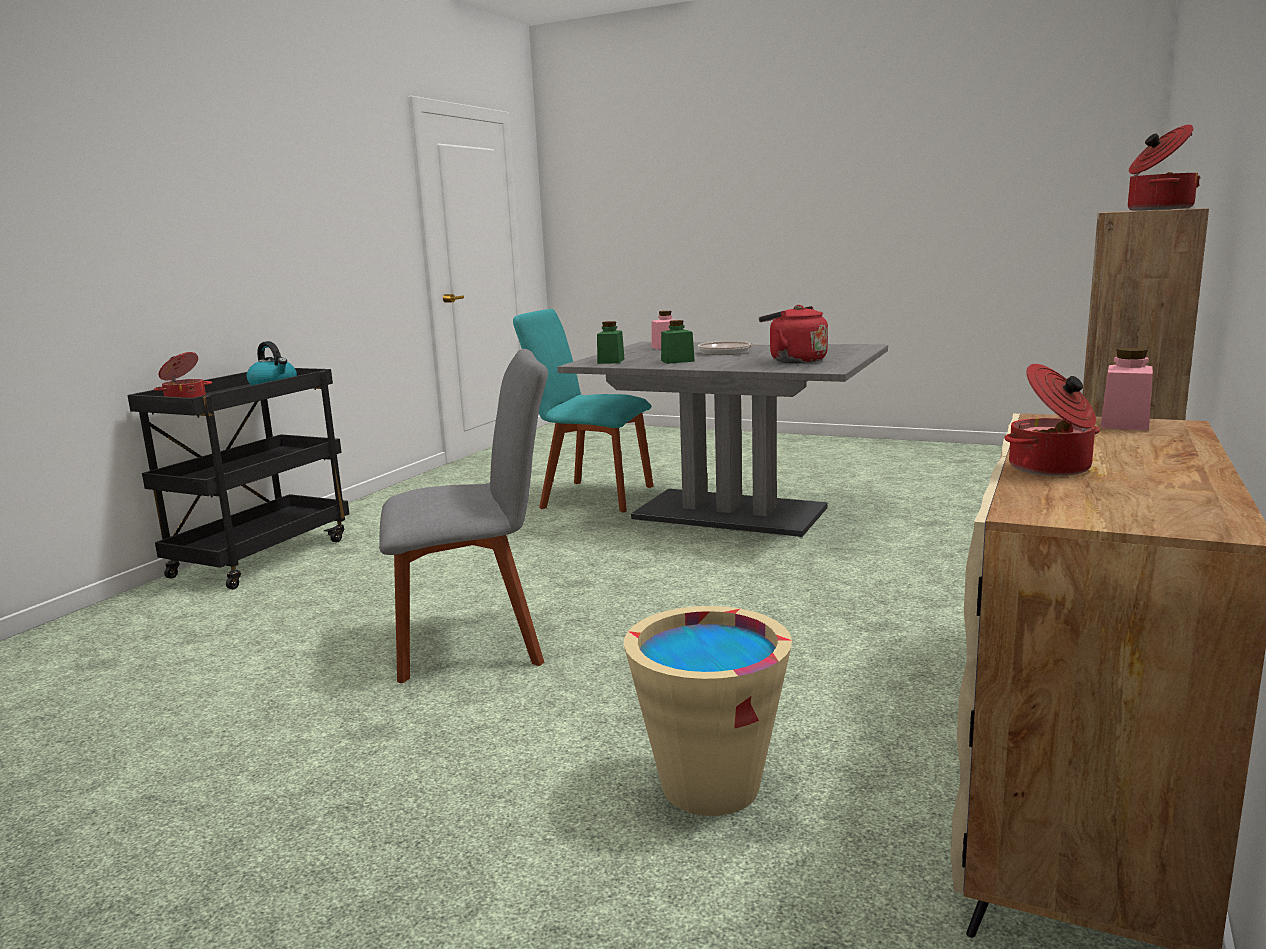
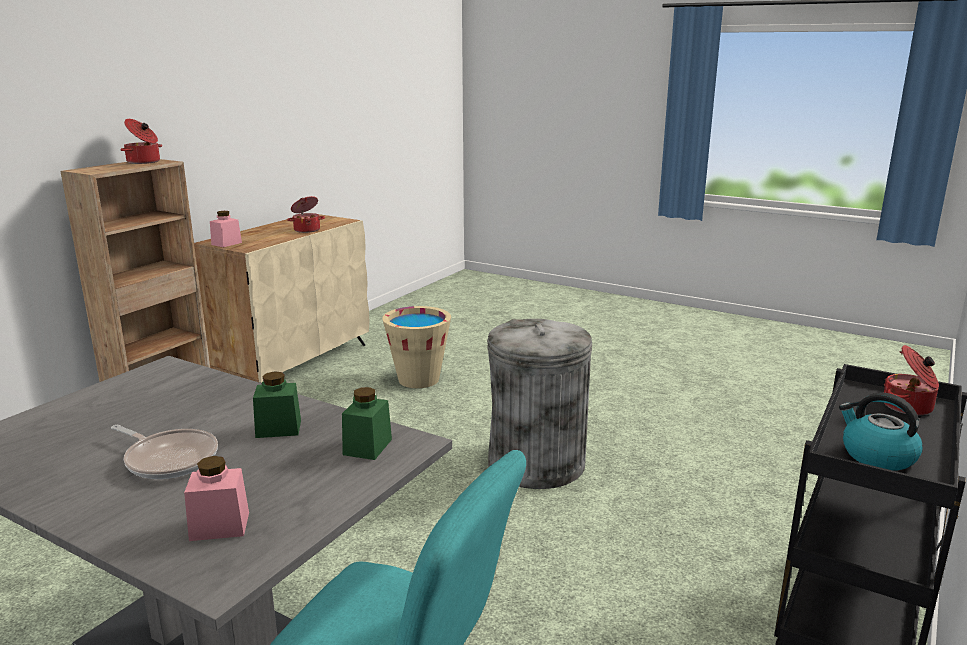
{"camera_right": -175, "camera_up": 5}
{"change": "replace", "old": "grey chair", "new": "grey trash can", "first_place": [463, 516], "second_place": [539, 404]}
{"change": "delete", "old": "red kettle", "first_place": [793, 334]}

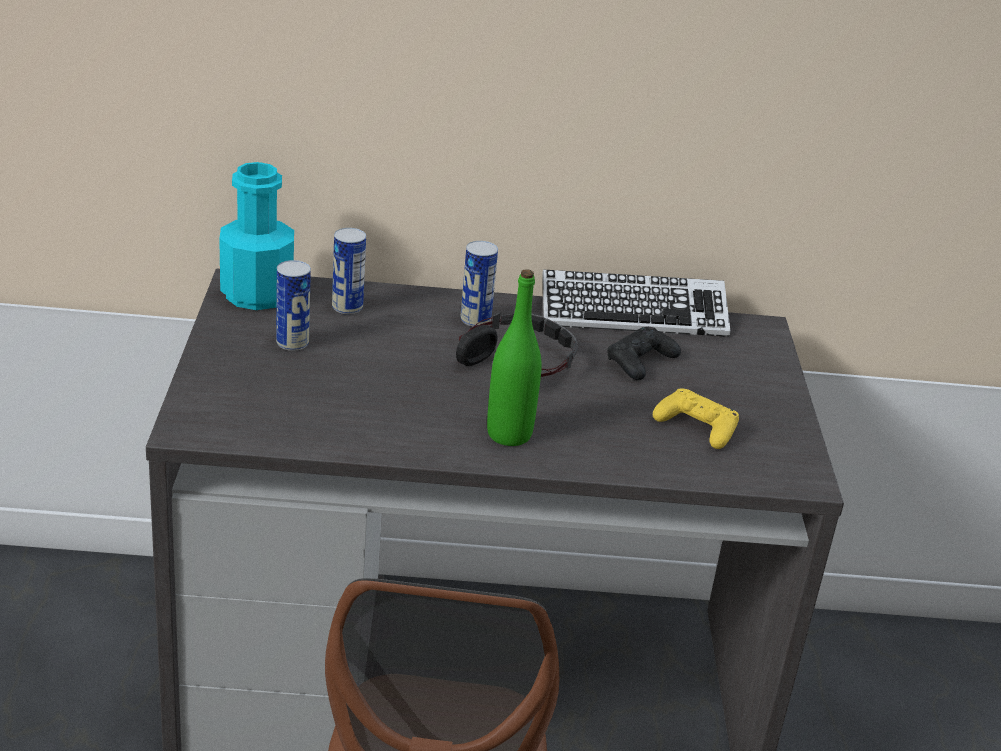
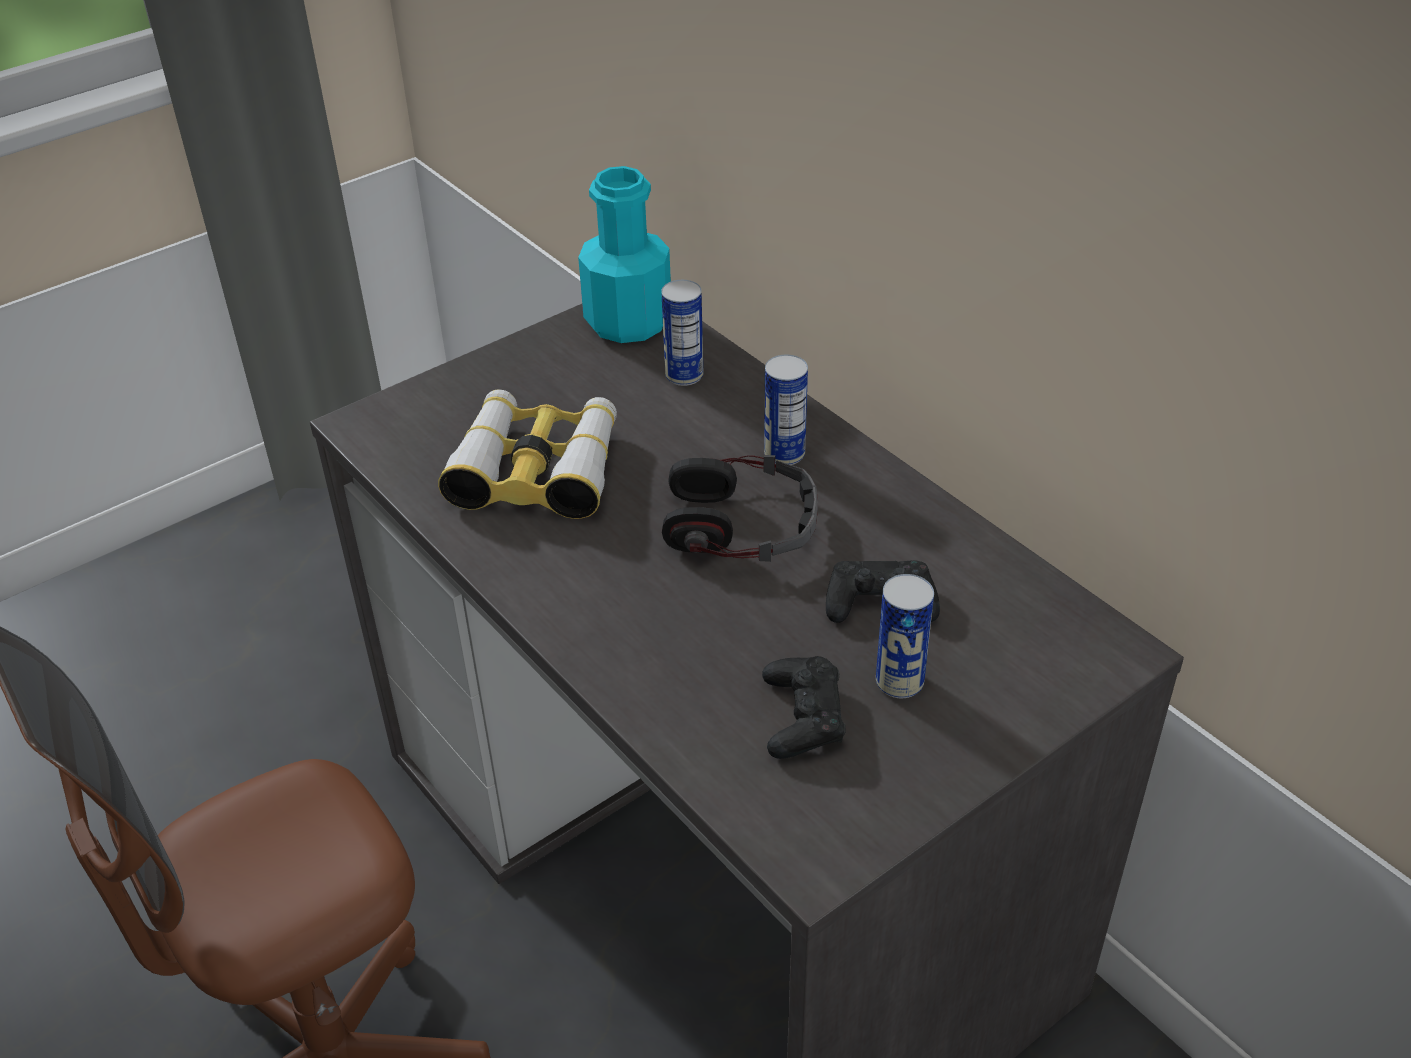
{"camera_right": 55, "camera_up": 10}
{"change": "move", "old": "can", "first_place": [293, 305], "second_place": [905, 636]}
{"change": "delete", "old": "green bottle", "first_place": [514, 358]}
{"change": "delete", "old": "keyboard", "first_place": [636, 303]}
{"change": "recolor", "old": "yellow game controller", "new": "black game controller", "first_place": [696, 418], "second_place": [804, 707]}
{"change": "insert", "new": "binoculars", "second_place": [527, 454]}

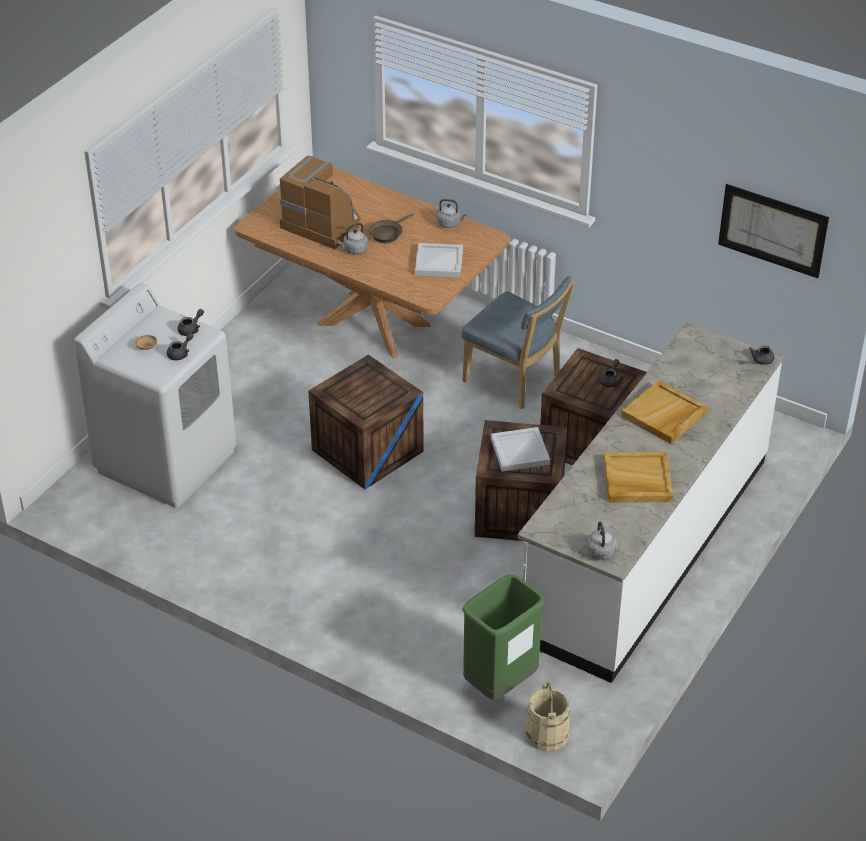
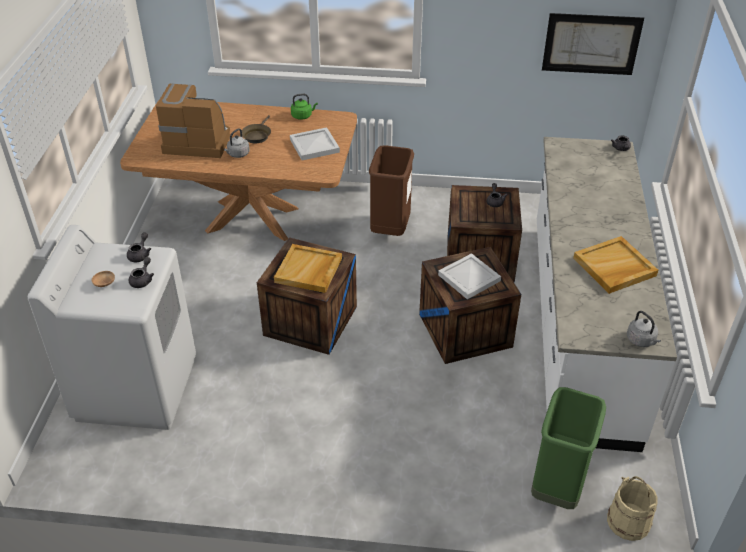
{"camera_right": -25, "camera_up": 0}
{"change": "recolor", "old": "grey kettle", "new": "green kettle", "first_place": [452, 213], "second_place": [304, 107]}
{"change": "replace", "old": "blue chair", "new": "brown trash can", "first_place": [517, 342], "second_place": [391, 190]}
{"change": "move", "old": "beige tray", "first_place": [664, 412], "second_place": [308, 268]}

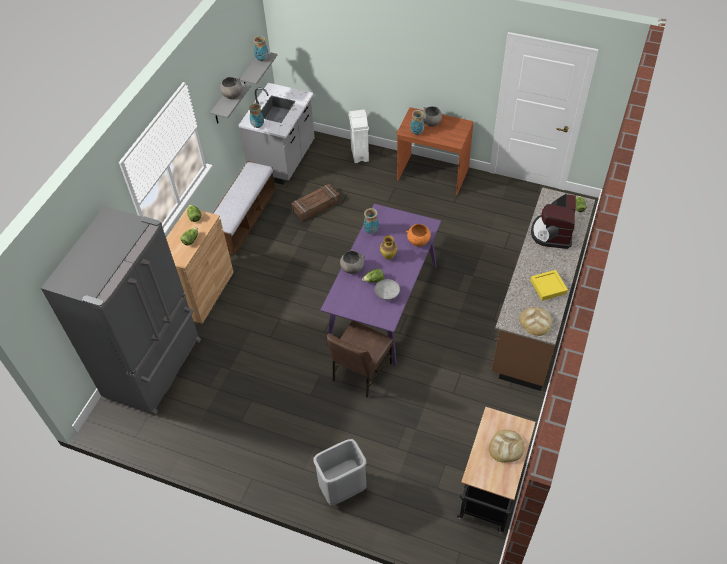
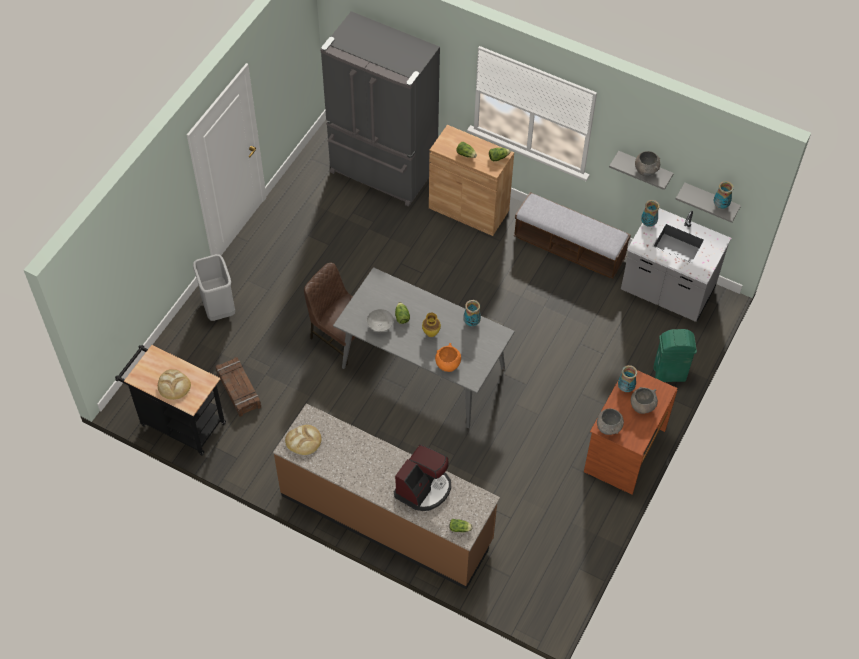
{"camera_right": 95, "camera_up": 5}
{"change": "move", "old": "crate", "first_place": [316, 203], "second_place": [238, 387]}
{"change": "recolor", "old": "purple dining table", "new": "grey dining table", "first_place": [380, 285], "second_place": [424, 347]}
{"change": "move", "old": "grey bowl", "first_place": [352, 262], "second_place": [610, 421]}
{"change": "recolor", "old": "white trash can", "new": "green trash can", "first_place": [359, 136], "second_place": [675, 355]}
{"change": "delete", "old": "yellow tray", "first_place": [549, 285]}
{"change": "rotate", "old": "coffee machine", "first_place": [553, 221], "second_place": [422, 478], "degrees": 105}

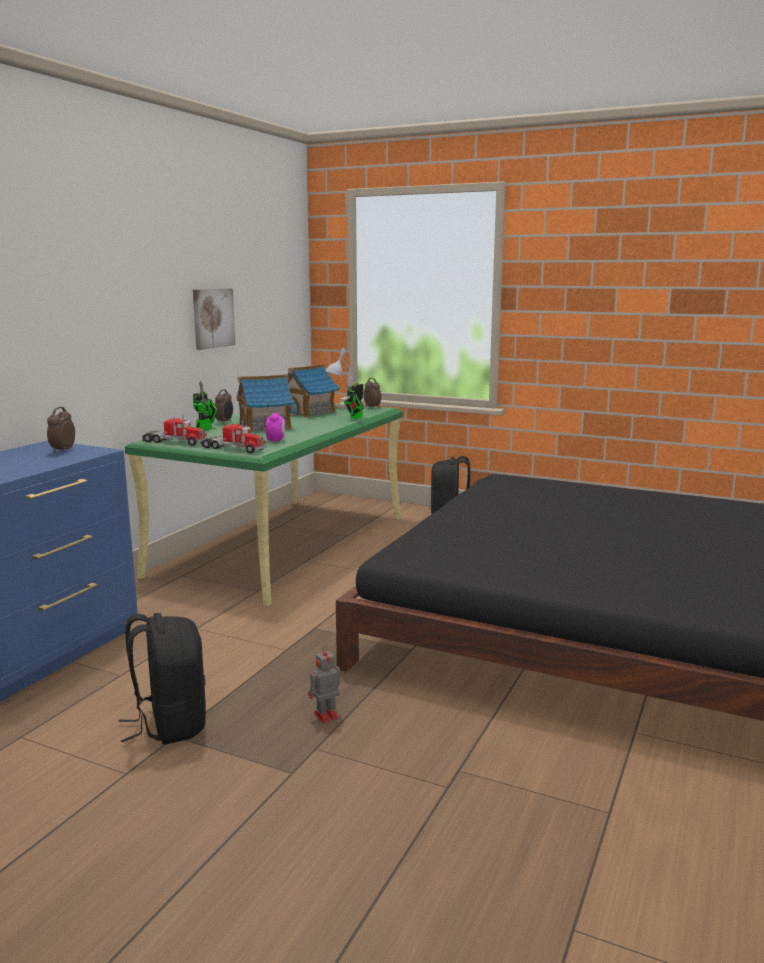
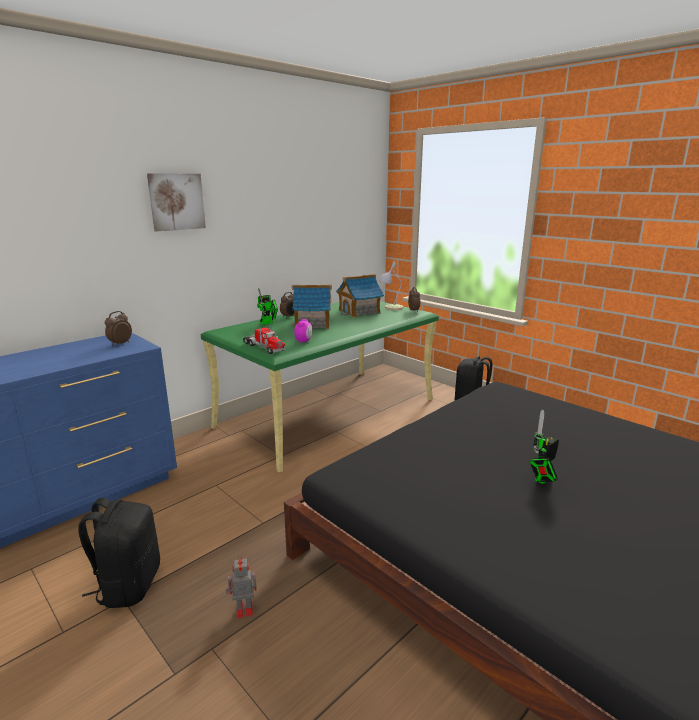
{"camera_right": 20, "camera_up": 5}
{"change": "delete", "old": "toy truck", "first_place": [175, 430]}
{"change": "move", "old": "picture", "first_place": [214, 319], "second_place": [176, 202]}
{"change": "move", "old": "toy robot", "first_place": [354, 393], "second_place": [544, 447]}

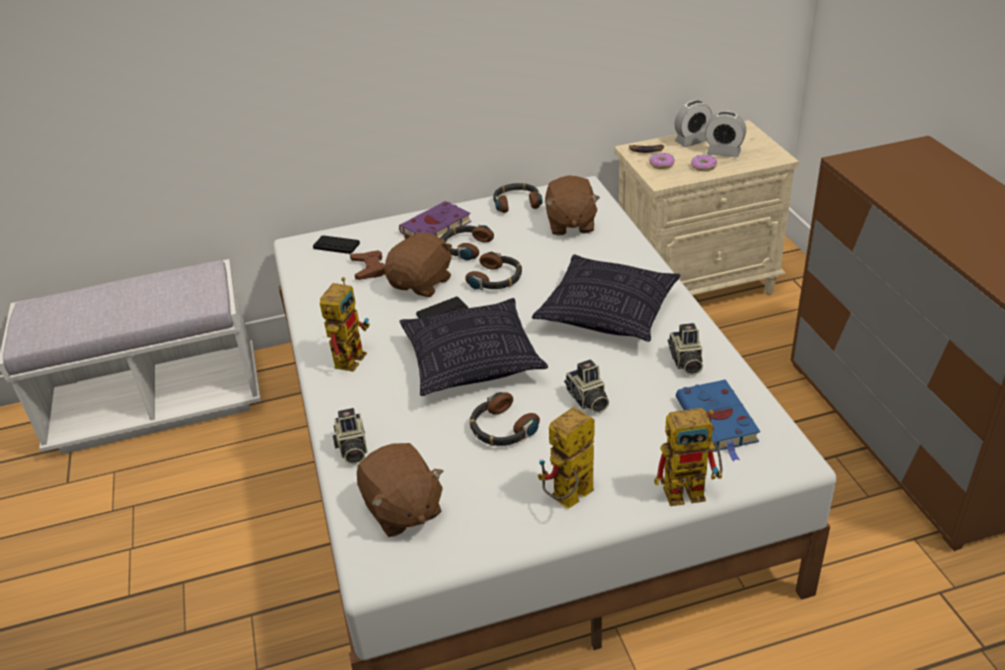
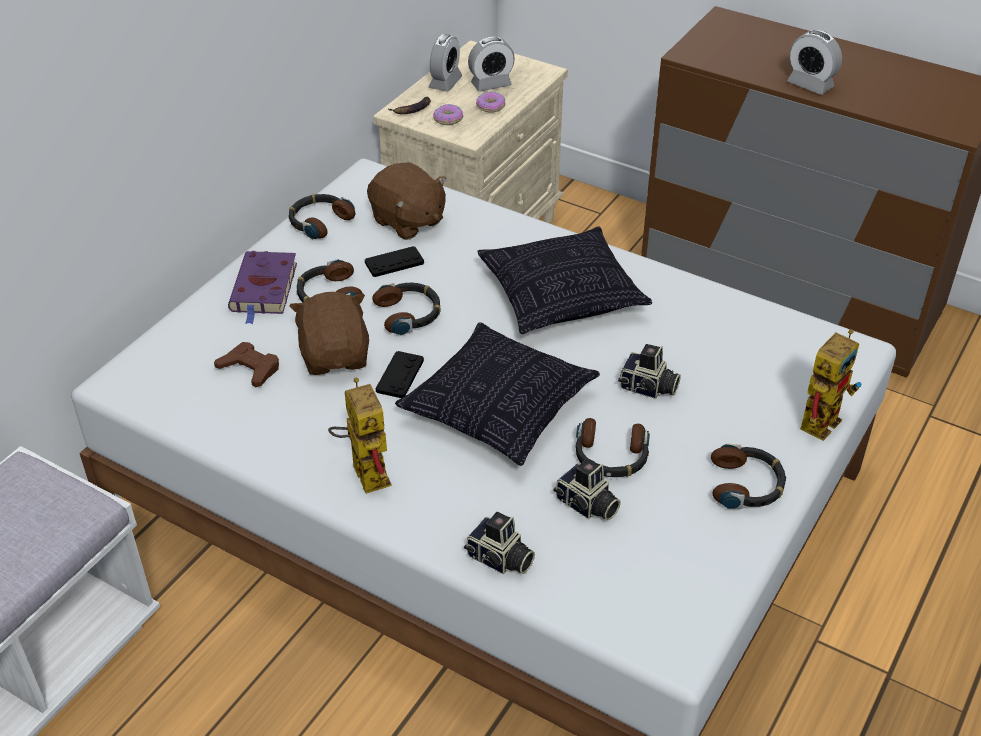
{"camera_right": -45, "camera_up": 5}
{"change": "move", "old": "black game controller", "first_place": [336, 244], "second_place": [394, 261]}
{"change": "delete", "old": "brown plush toy", "first_place": [400, 490]}
{"change": "replace", "old": "toy robot", "new": "headphones", "first_place": [566, 458], "second_place": [748, 476]}
{"change": "move", "old": "photo camera", "first_place": [685, 349], "second_place": [587, 489]}
{"change": "delete", "old": "blue book", "first_place": [718, 420]}
{"change": "insert", "new": "alarm clock", "second_place": [814, 62]}

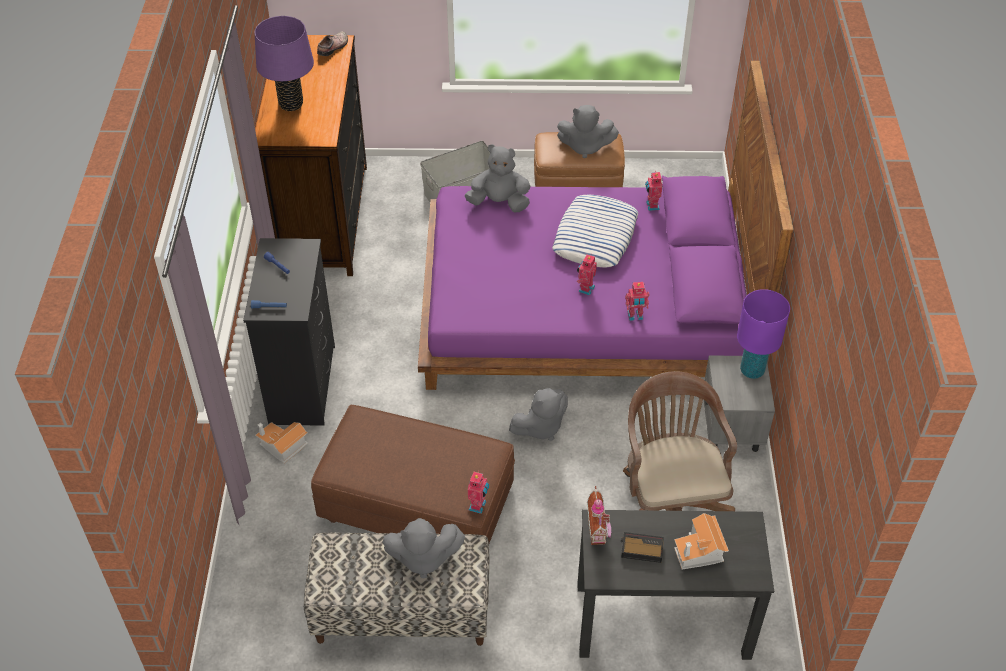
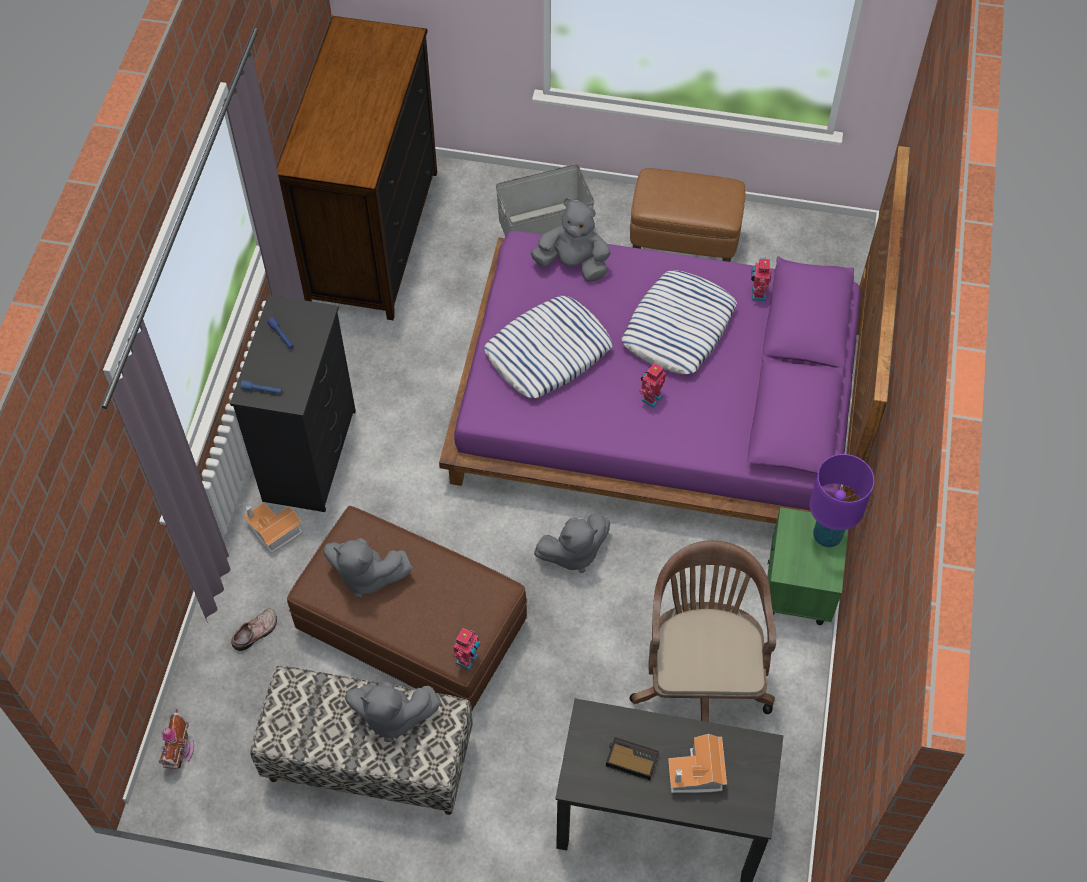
{"camera_right": 10, "camera_up": 10}
{"change": "delete", "old": "purple table lamp", "first_place": [284, 63]}
{"change": "move", "old": "shoe", "first_place": [332, 43], "second_place": [254, 629]}
{"change": "move", "old": "grey plush toy", "first_place": [588, 131], "second_place": [368, 568]}
{"change": "move", "old": "toy house", "first_place": [599, 515], "second_place": [176, 739]}
{"change": "delete", "old": "toy robot", "first_place": [637, 301]}
{"change": "recolor", "old": "grey nightstand", "new": "green nightstand", "first_place": [739, 403], "second_place": [805, 566]}
{"change": "insert", "new": "pillow", "second_place": [548, 347]}

